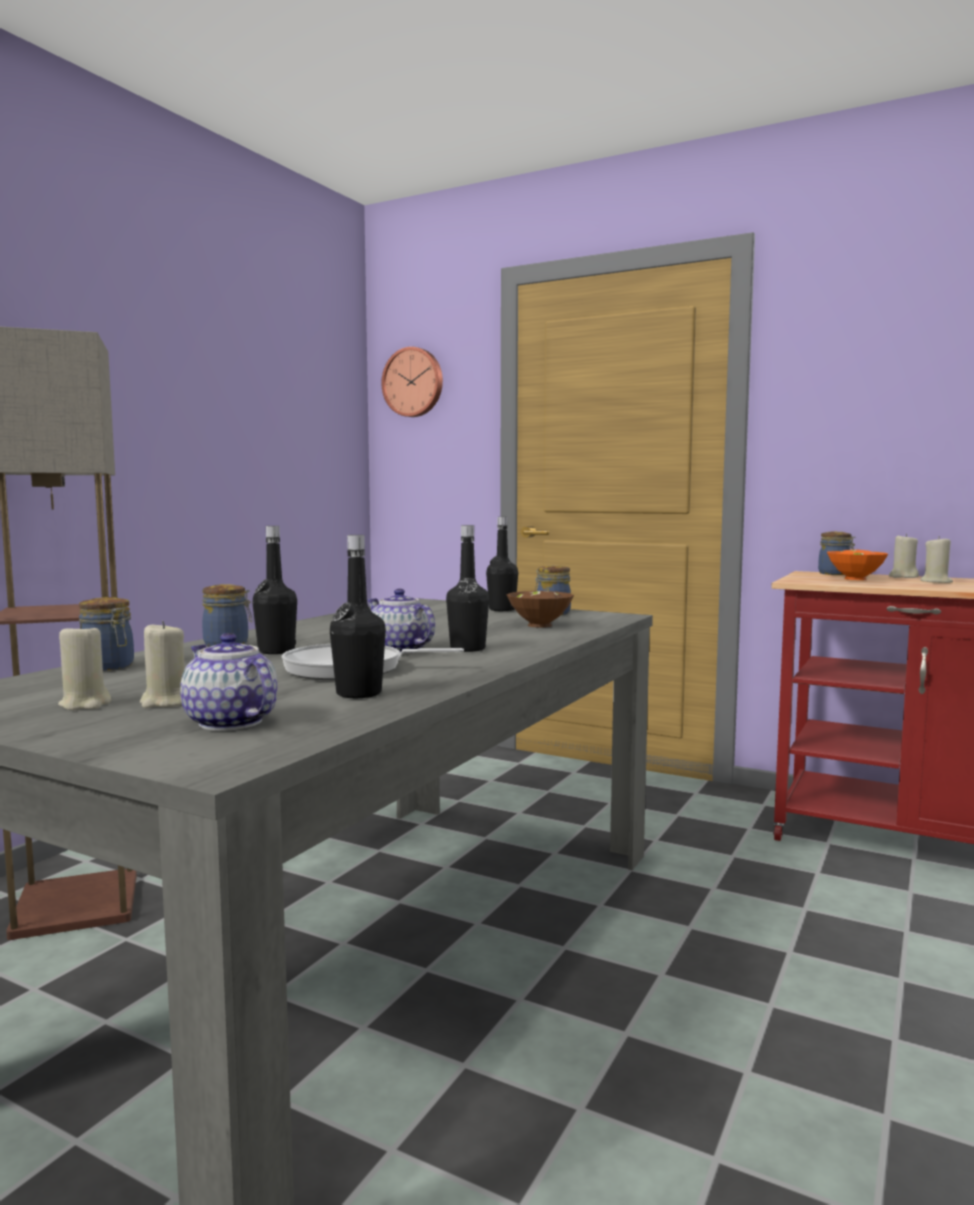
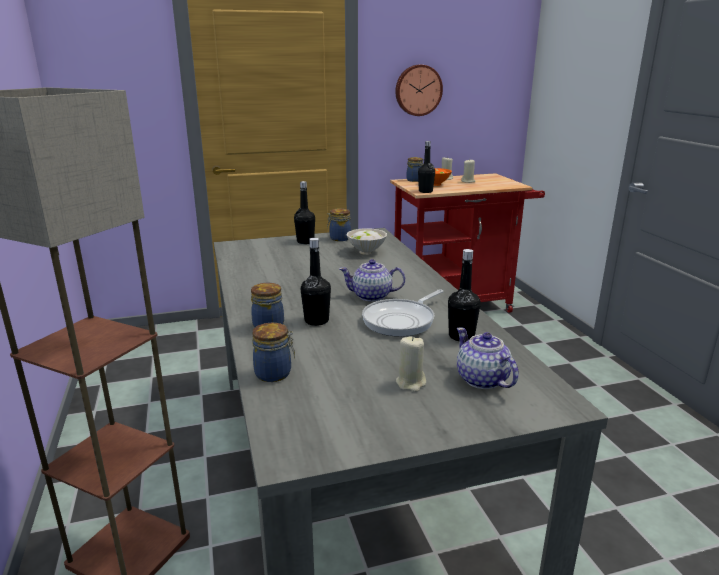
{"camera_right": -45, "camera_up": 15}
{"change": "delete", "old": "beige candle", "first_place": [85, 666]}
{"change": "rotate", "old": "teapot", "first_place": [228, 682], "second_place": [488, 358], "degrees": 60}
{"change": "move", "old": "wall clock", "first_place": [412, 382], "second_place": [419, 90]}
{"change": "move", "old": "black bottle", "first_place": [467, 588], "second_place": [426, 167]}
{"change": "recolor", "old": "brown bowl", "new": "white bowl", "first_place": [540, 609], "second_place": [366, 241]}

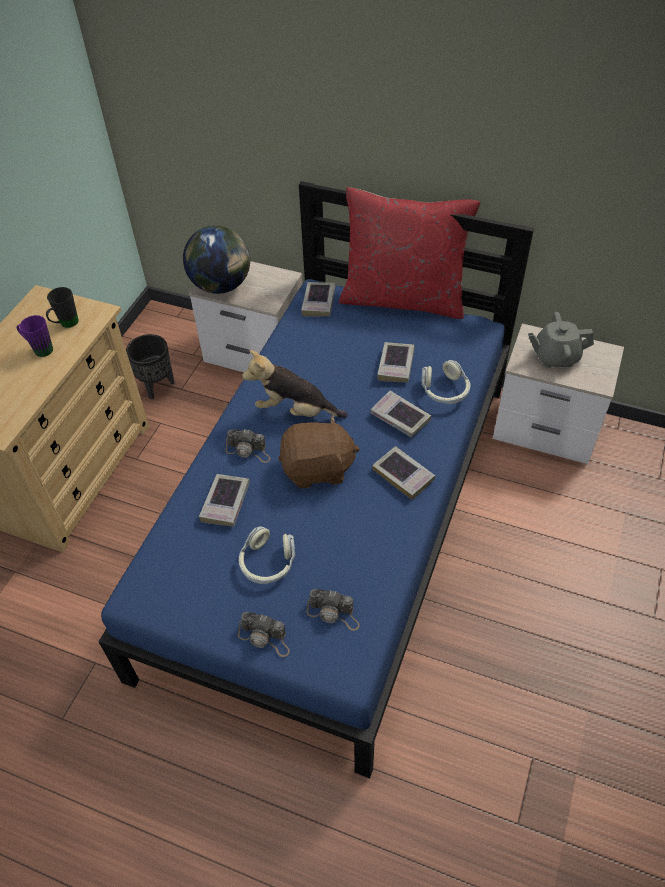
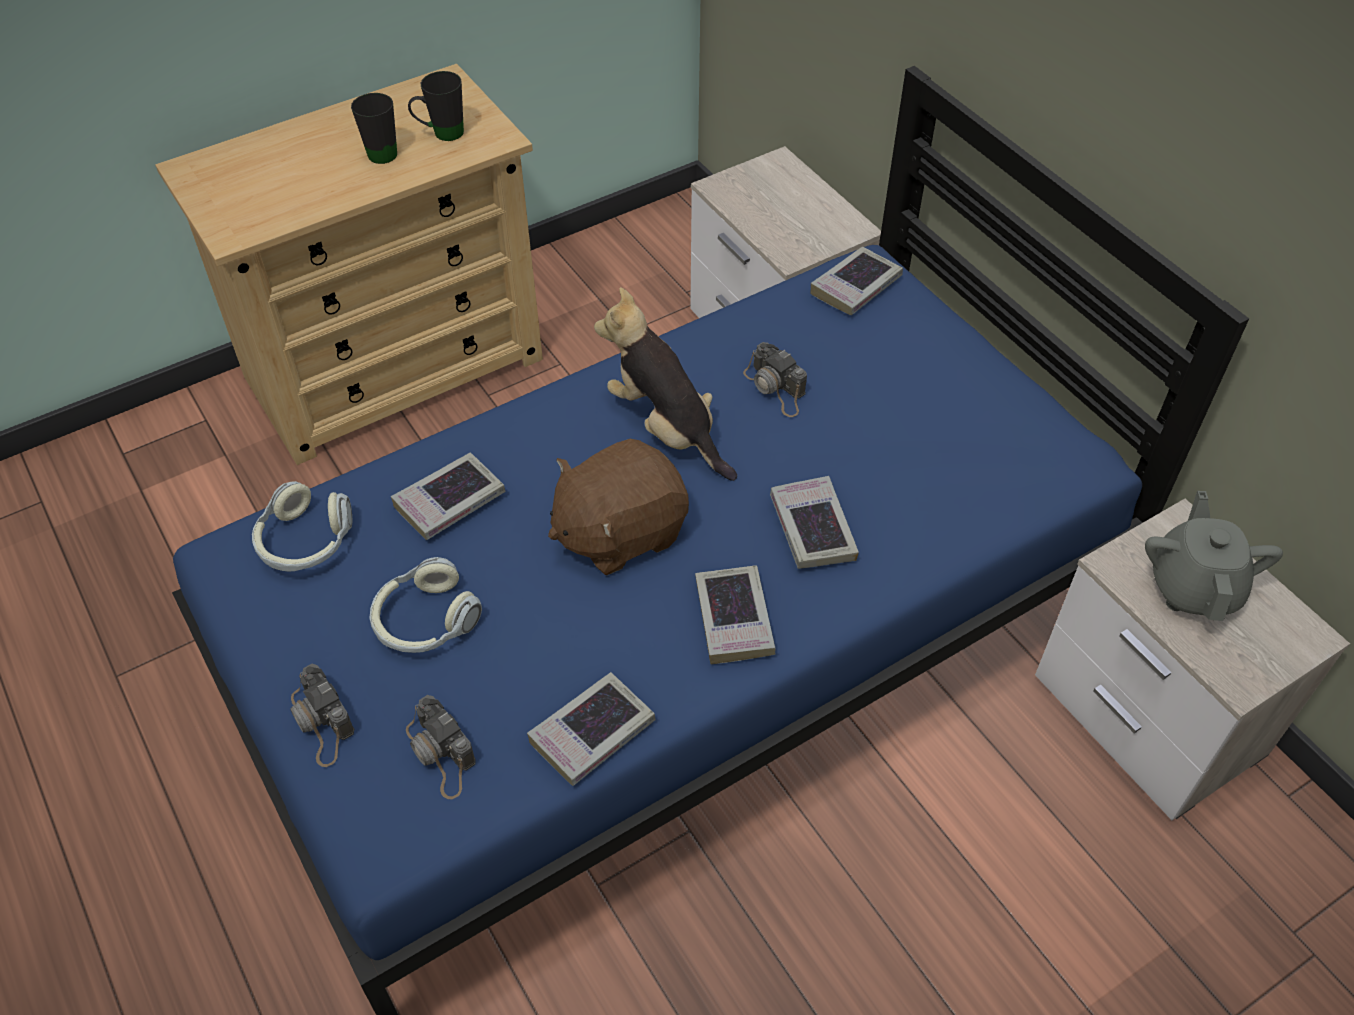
{"camera_right": 35, "camera_up": 0}
{"change": "recolor", "old": "purple mug", "new": "black mug", "first_place": [35, 336], "second_place": [374, 128]}
{"change": "delete", "old": "black planter", "first_place": [150, 366]}
{"change": "delete", "old": "globe", "first_place": [216, 259]}
{"change": "move", "old": "photo camera", "first_place": [248, 446], "second_place": [775, 379]}
{"change": "rotate", "old": "brown plush toy", "first_place": [319, 451], "second_place": [618, 507], "degrees": 120}
{"change": "delete", "old": "red pillow", "first_place": [409, 253]}
{"change": "move", "old": "book", "first_place": [396, 362], "second_place": [591, 729]}
{"change": "move", "old": "headphones", "first_place": [446, 382], "second_place": [302, 526]}
{"change": "rotate", "old": "grey teapot", "first_place": [561, 340], "second_place": [1214, 556], "degrees": 60}

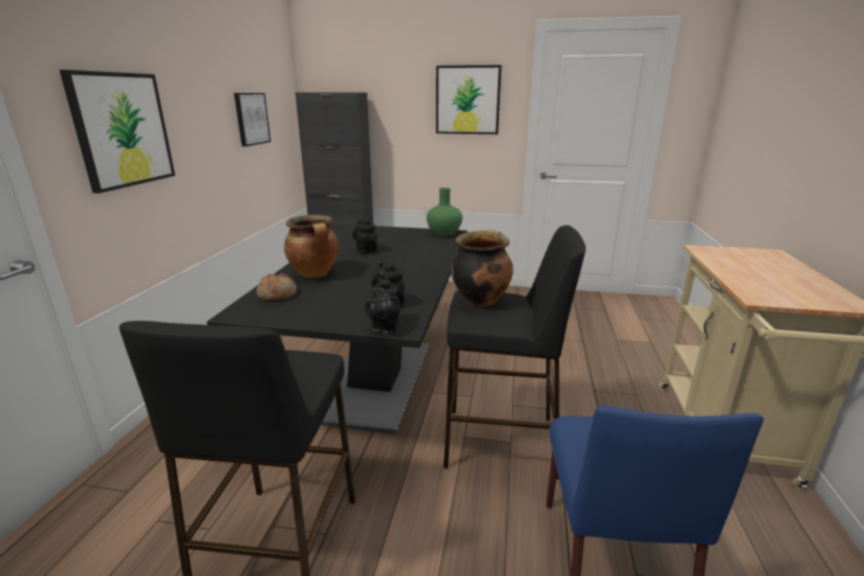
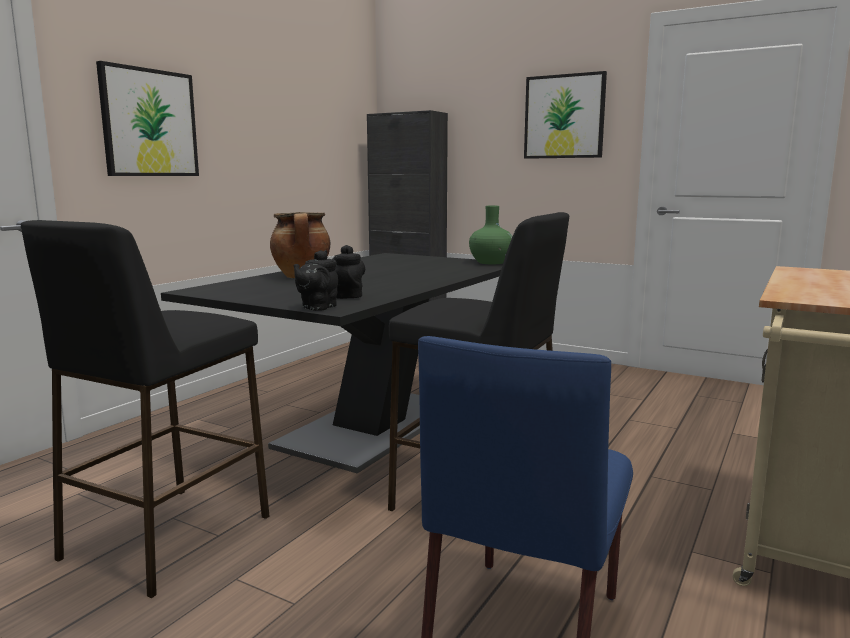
{"camera_right": 20, "camera_up": -10}
{"change": "delete", "old": "picture", "first_place": [252, 120]}
{"change": "delete", "old": "bread", "first_place": [276, 286]}
{"change": "delete", "old": "black teapot", "first_place": [364, 236]}
{"change": "delete", "old": "cooking pot", "first_place": [482, 267]}

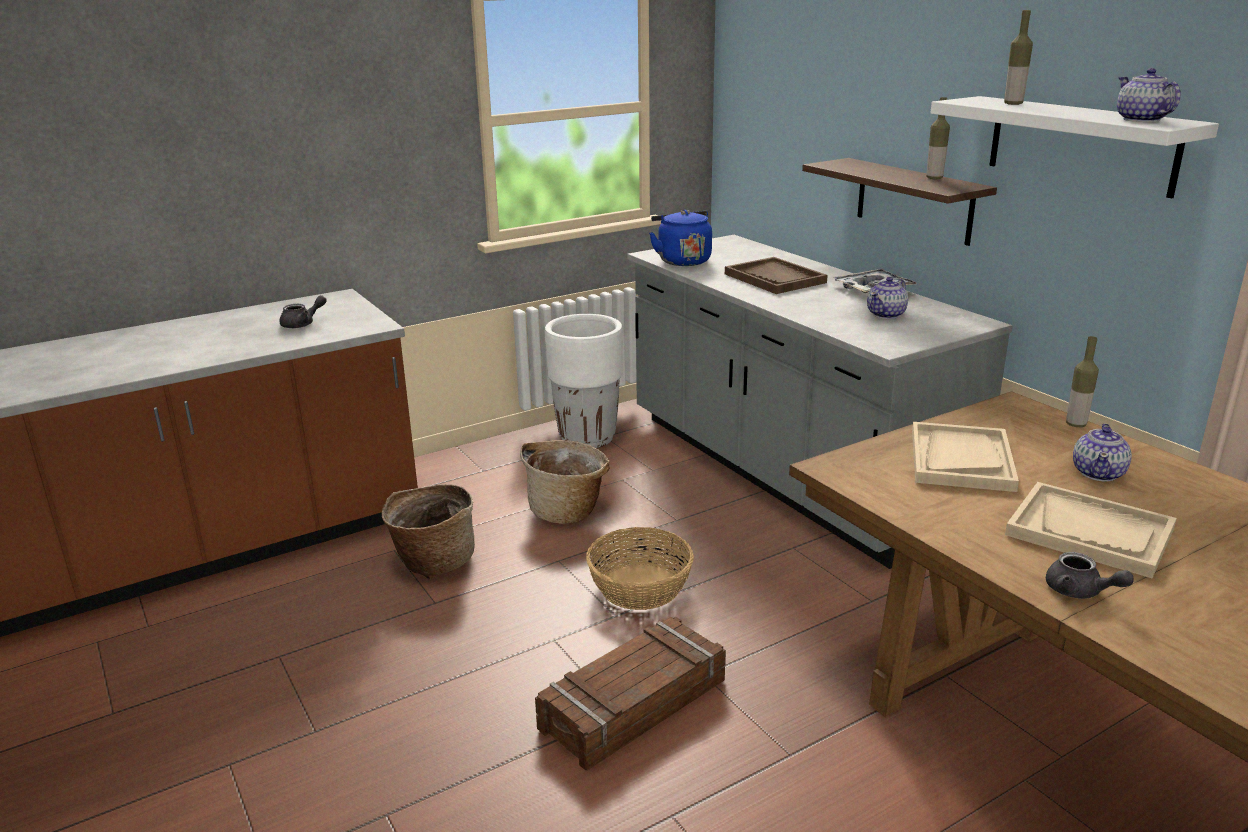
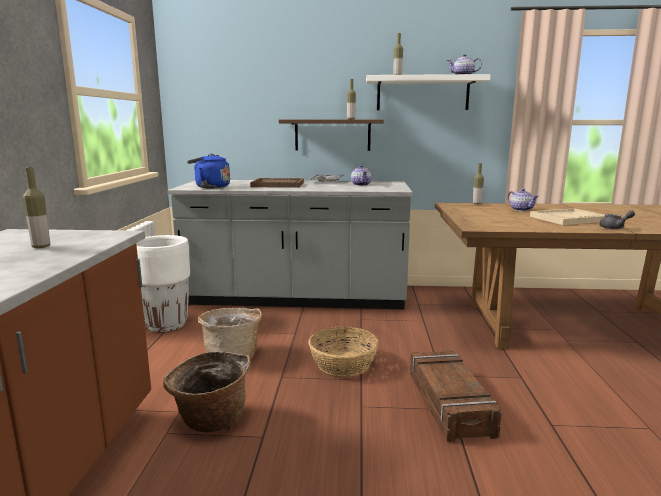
{"camera_right": -55, "camera_up": -10}
{"change": "replace", "old": "grey teapot", "new": "bottle", "first_place": [303, 311], "second_place": [36, 207]}
{"change": "delete", "old": "beige tray", "first_place": [965, 457]}

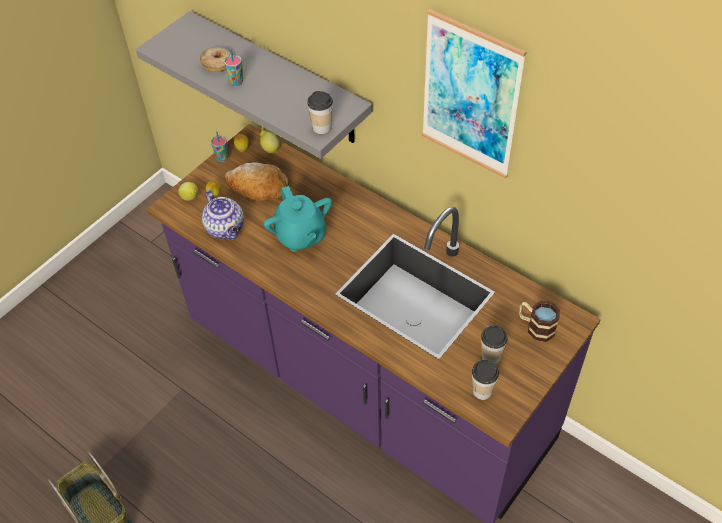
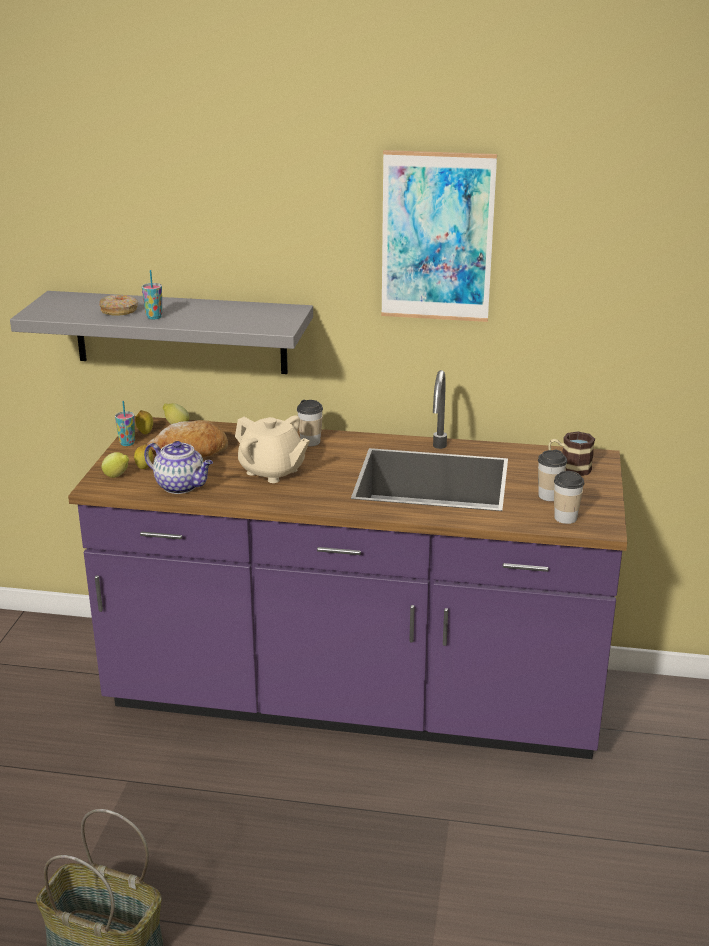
{"camera_right": -30, "camera_up": -25}
{"change": "recolor", "old": "turquoise teapot", "new": "beige teapot", "first_place": [298, 219], "second_place": [272, 449]}
{"change": "move", "old": "cup", "first_place": [320, 112], "second_place": [310, 423]}

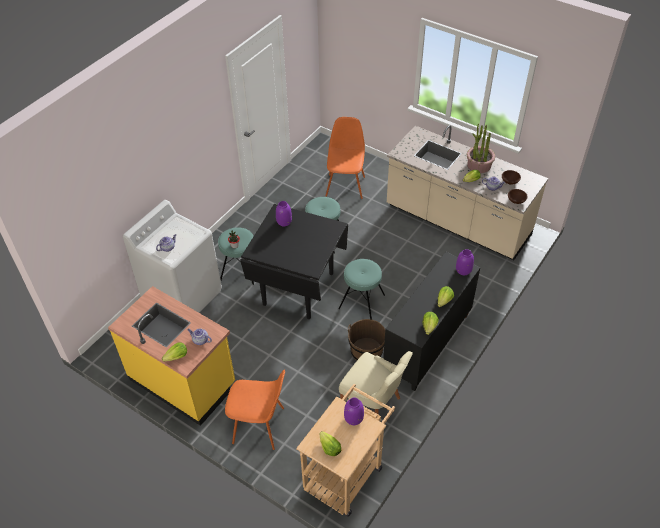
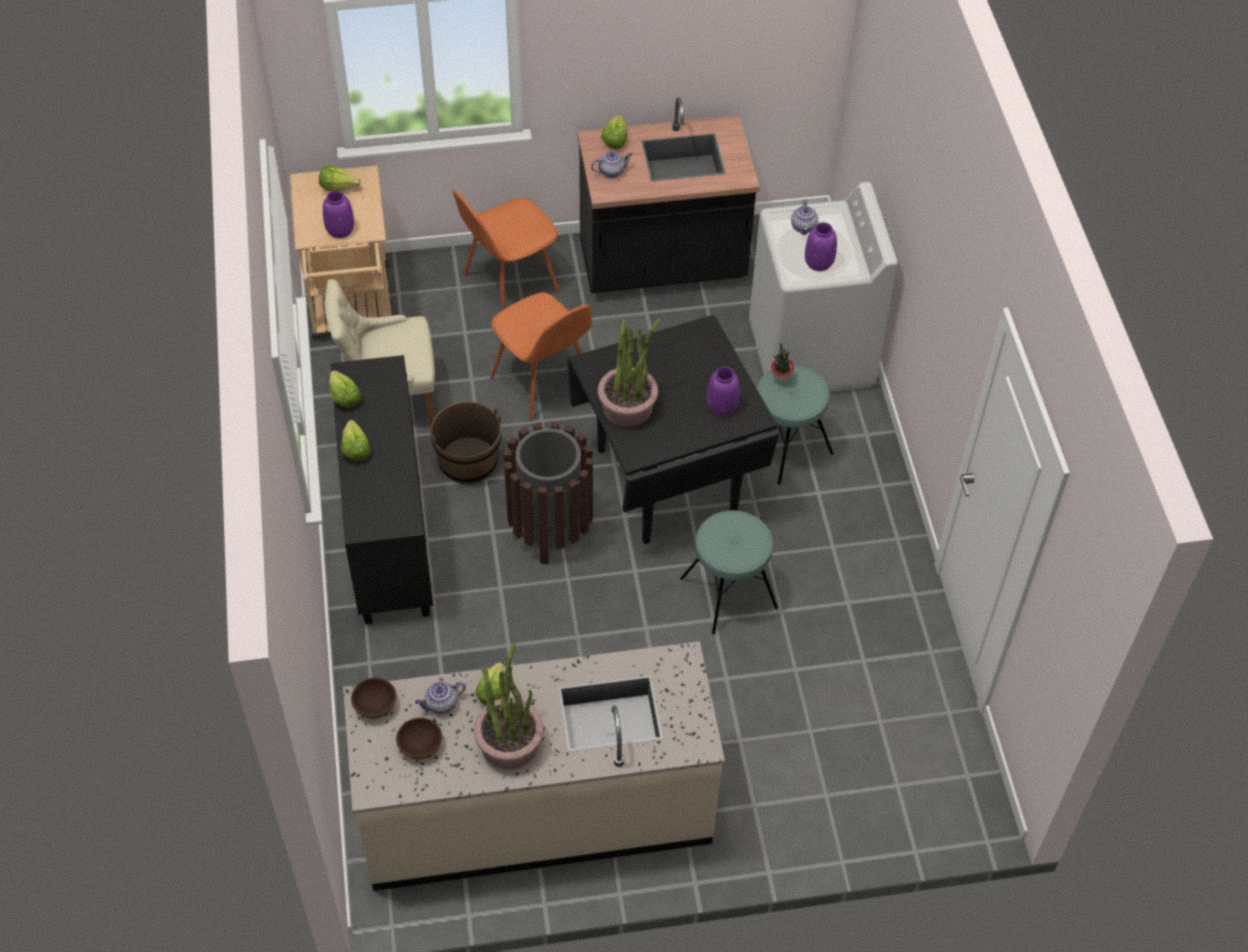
{"camera_right": 135, "camera_up": 5}
{"change": "recolor", "old": "yellow counter", "new": "black counter", "first_place": [171, 356], "second_place": [669, 195]}
{"change": "move", "old": "orange chair", "first_place": [345, 158], "second_place": [541, 356]}
{"change": "replace", "old": "turquoise stool", "new": "brown trash can", "first_place": [361, 289], "second_place": [548, 493]}
{"change": "move", "old": "purple vase", "first_place": [465, 262], "second_place": [821, 246]}
{"change": "insert", "new": "potted plant", "second_place": [629, 373]}

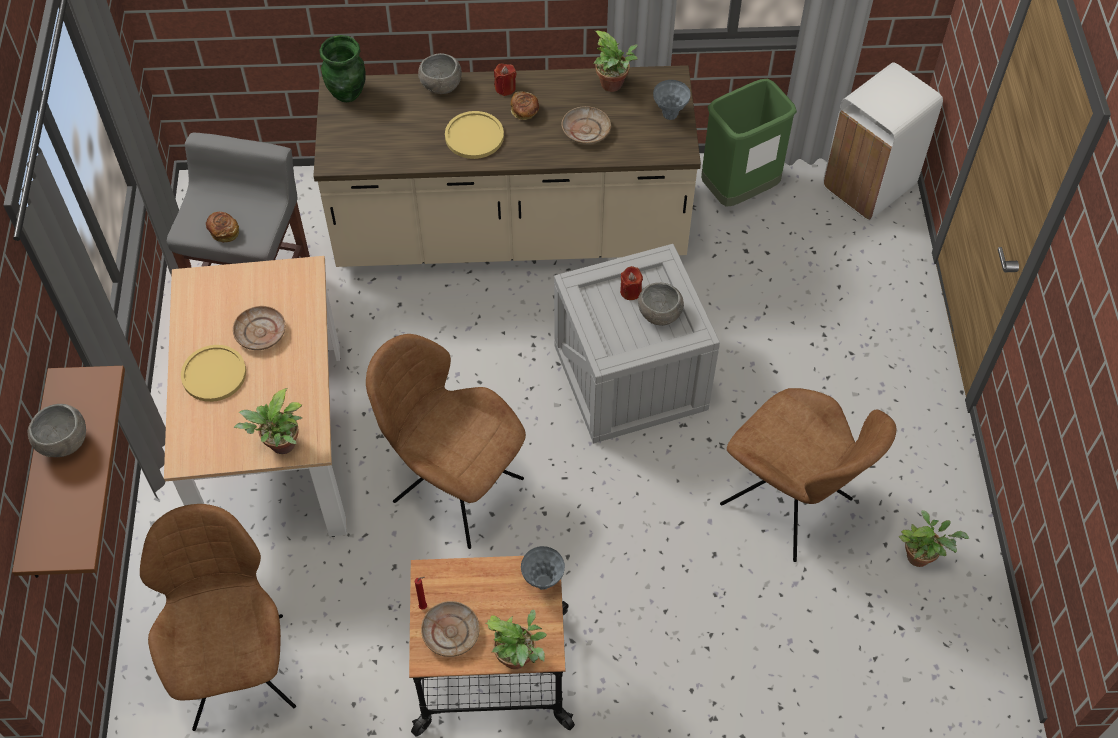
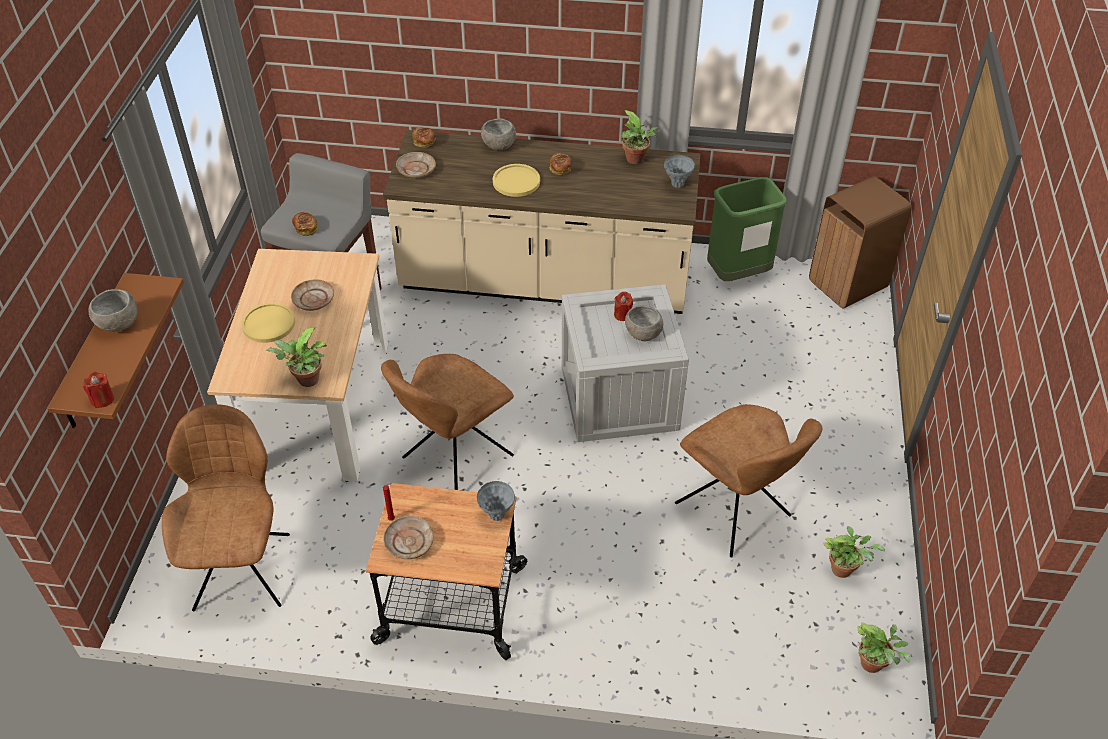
{"camera_right": 10, "camera_up": -10}
{"change": "replace", "old": "green vase", "new": "bread", "first_place": [342, 68], "second_place": [424, 137]}
{"change": "rotate", "old": "brown chair", "first_place": [446, 441], "second_place": [447, 422], "degrees": -90}
{"change": "move", "old": "potted plant", "first_place": [516, 639], "second_place": [884, 648]}
{"change": "move", "old": "red candle", "first_place": [505, 79], "second_place": [98, 390]}
{"change": "move", "old": "beige plate", "first_place": [586, 125], "second_place": [416, 165]}
{"change": "recolor", "old": "white trash can", "new": "brown trash can", "first_place": [883, 141], "second_place": [860, 242]}

